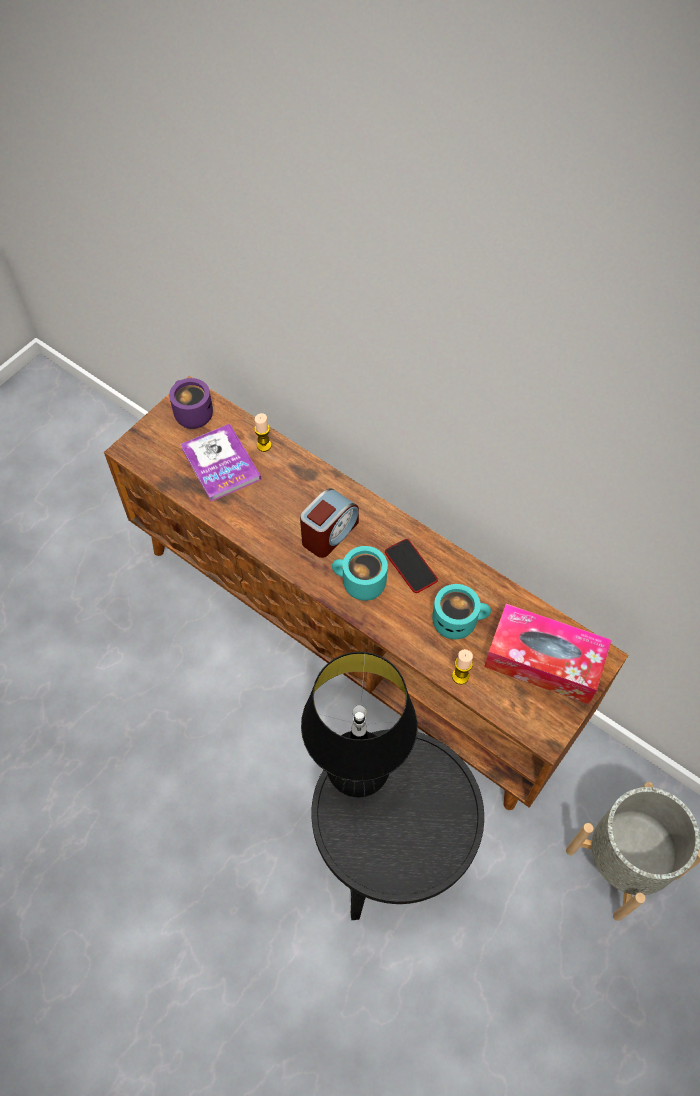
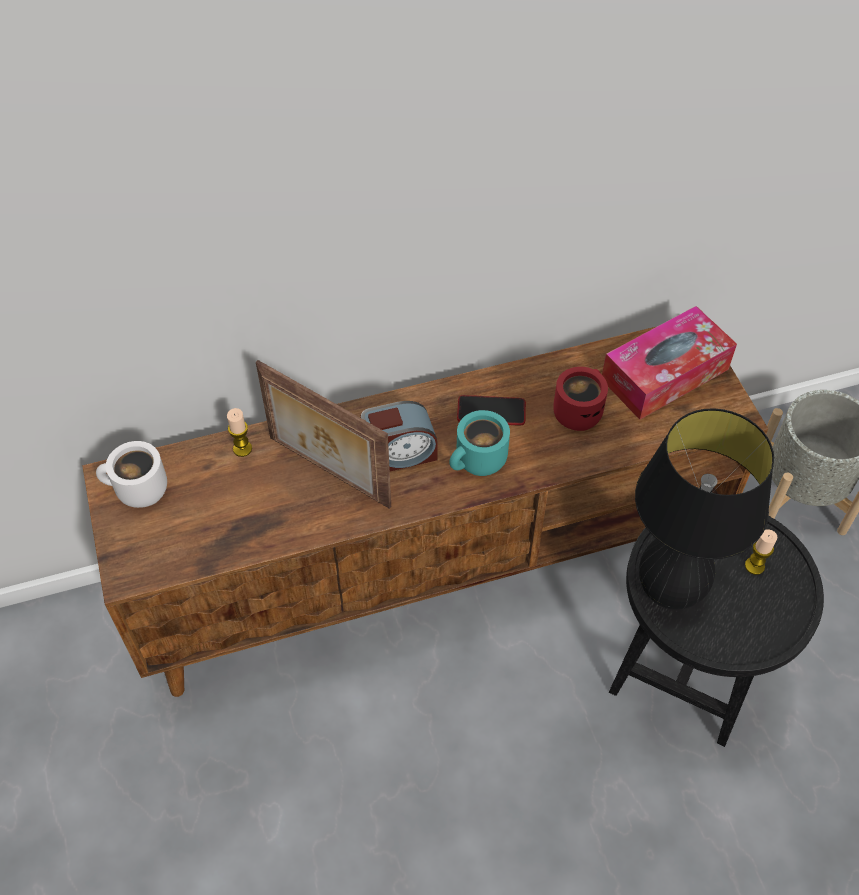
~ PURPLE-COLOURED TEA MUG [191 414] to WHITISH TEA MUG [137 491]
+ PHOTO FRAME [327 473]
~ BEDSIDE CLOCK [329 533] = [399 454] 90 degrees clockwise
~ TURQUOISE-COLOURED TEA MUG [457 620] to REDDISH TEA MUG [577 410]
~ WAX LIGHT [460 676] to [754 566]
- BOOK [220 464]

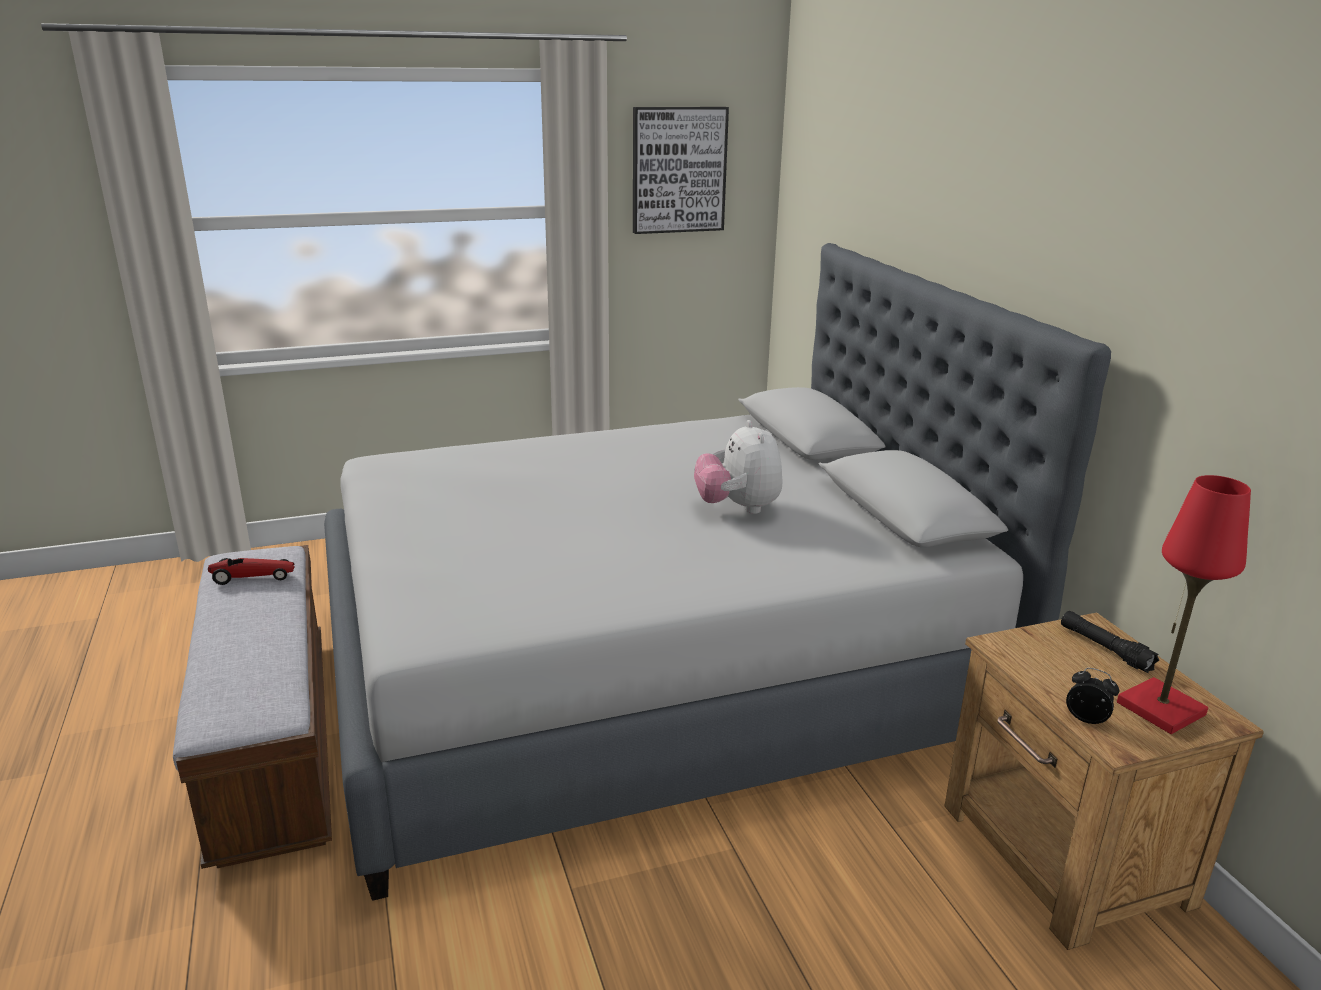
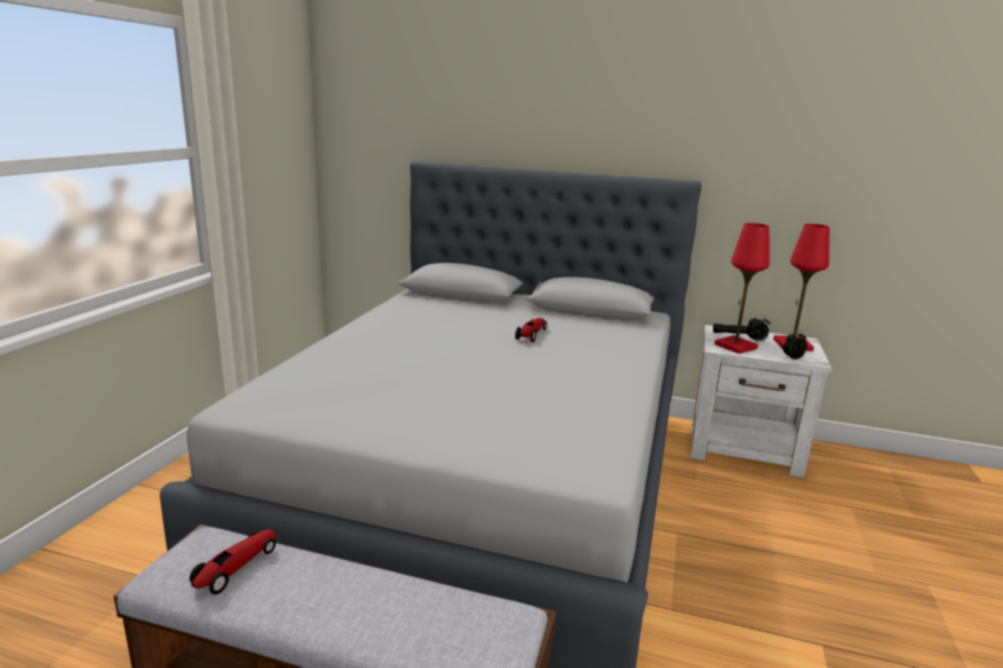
~ PLUSH TOY [738 508] to MODEL CAR [531 335]
~ BROWN BEDSIDE TABLE [1064 857] to WHITISH BEDSIDE TABLE [745 449]
+ REDDISH TABLETOP LAMP [735 346]
+ BEDSIDE CLOCK [756 341]
- WALL PICTURE [678 170]

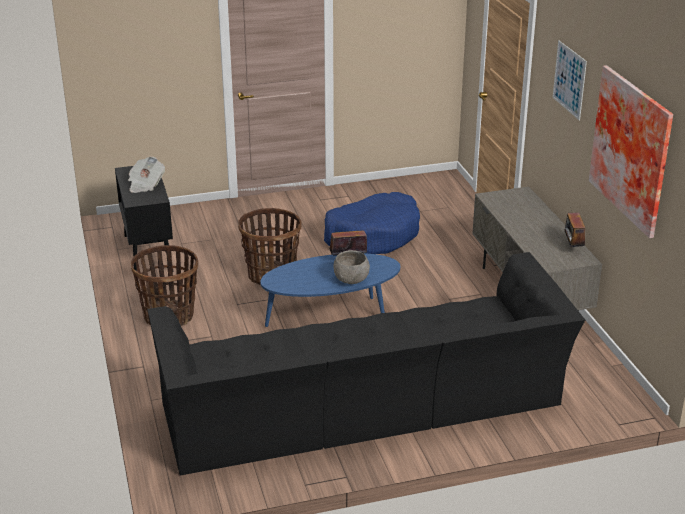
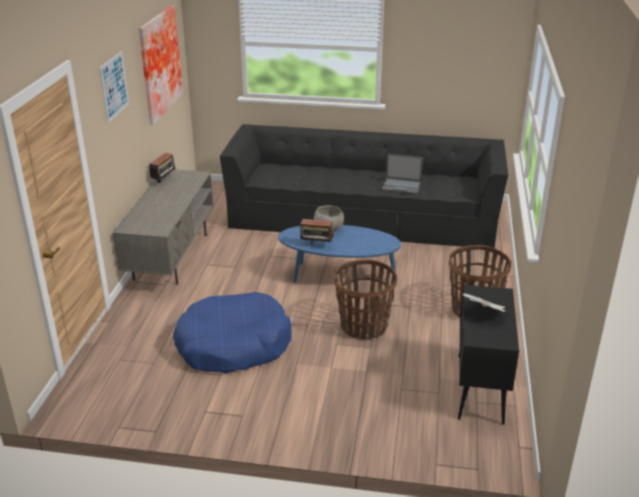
+ PORTABLE COMPUTER [402 186]

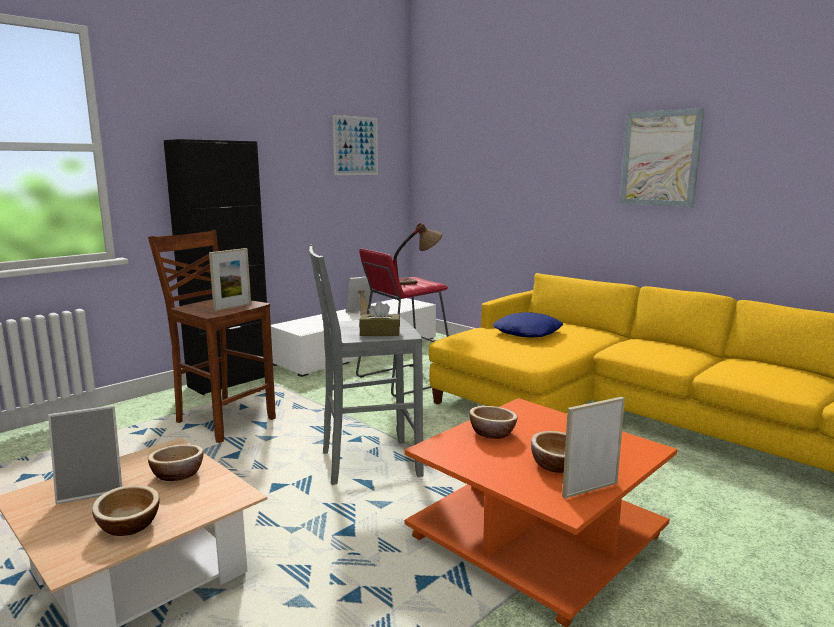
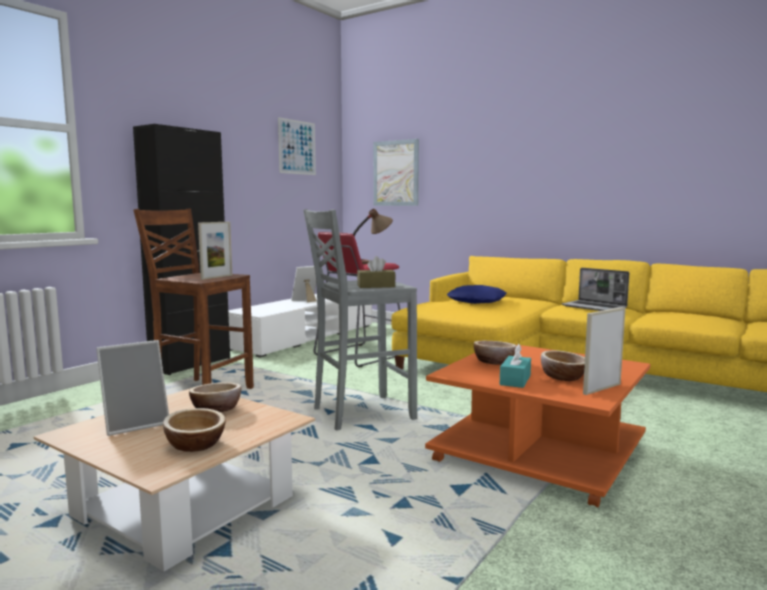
~ WALL PICTURE [660 158] to [396 173]
+ TURQUOISE-COLOURED TISSUE HOLDER [515 380]
+ PORTABLE COMPUTER [595 307]

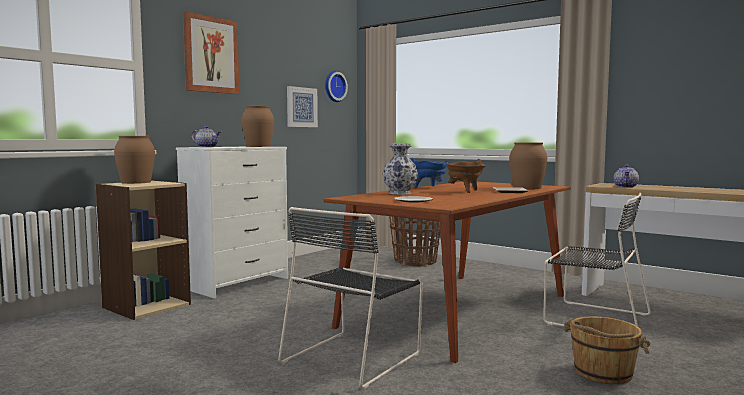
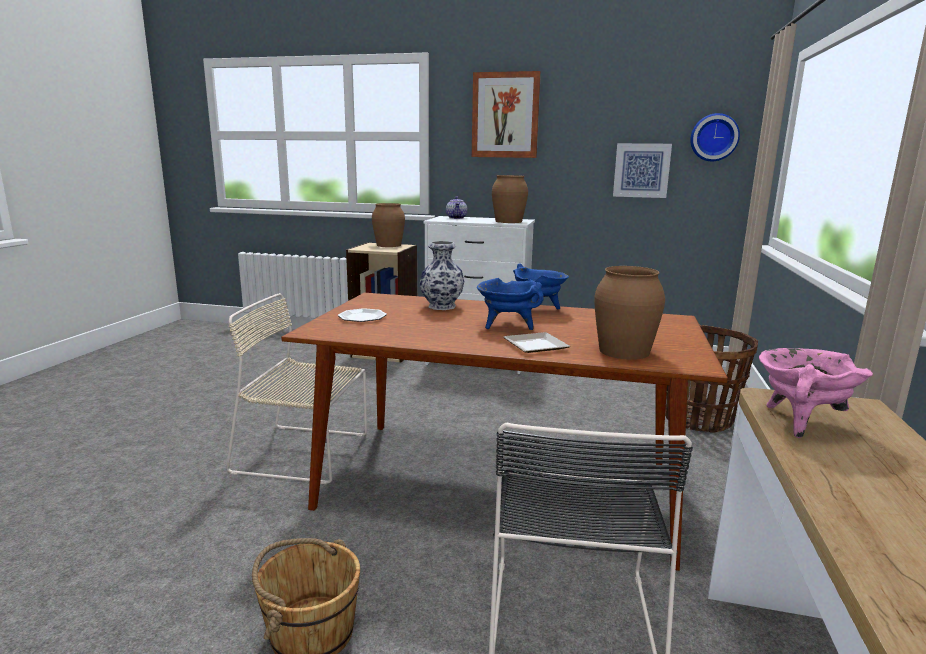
~ BLACK CHAIR [354 356] to SAND-COLOURED CHAIR [306 453]
~ BROWN COOKING POT [464 191] to BLUISH COOKING POT [507 326]
~ TEA POT [626 187] to PINK COOKING POT [800 422]

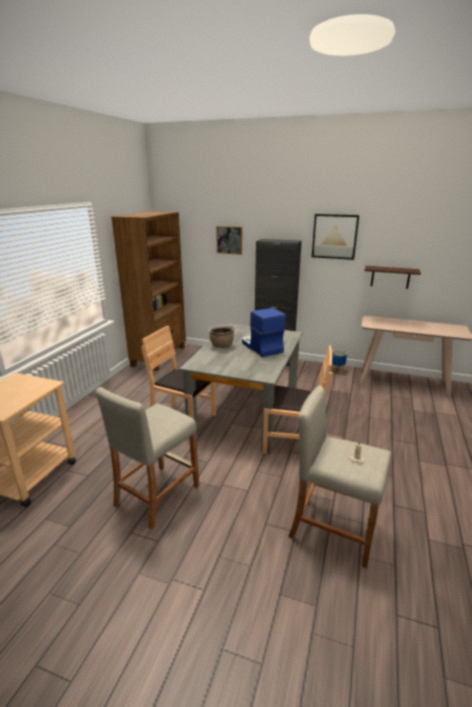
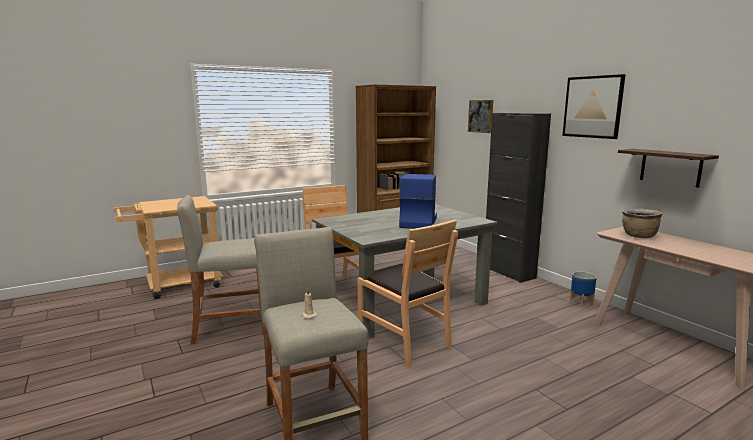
~ BROWN COOKING POT [221 346] to [638 236]

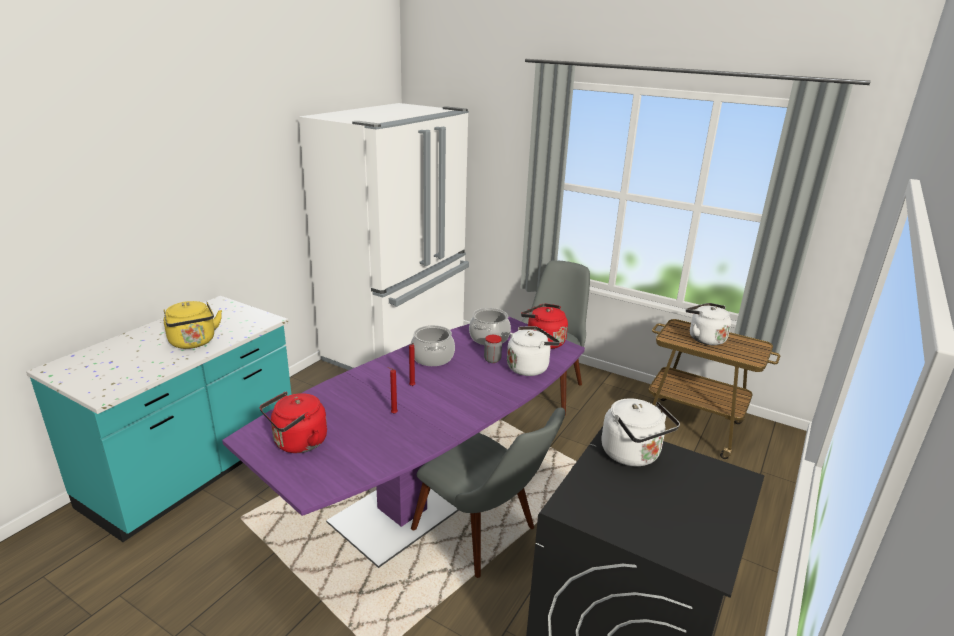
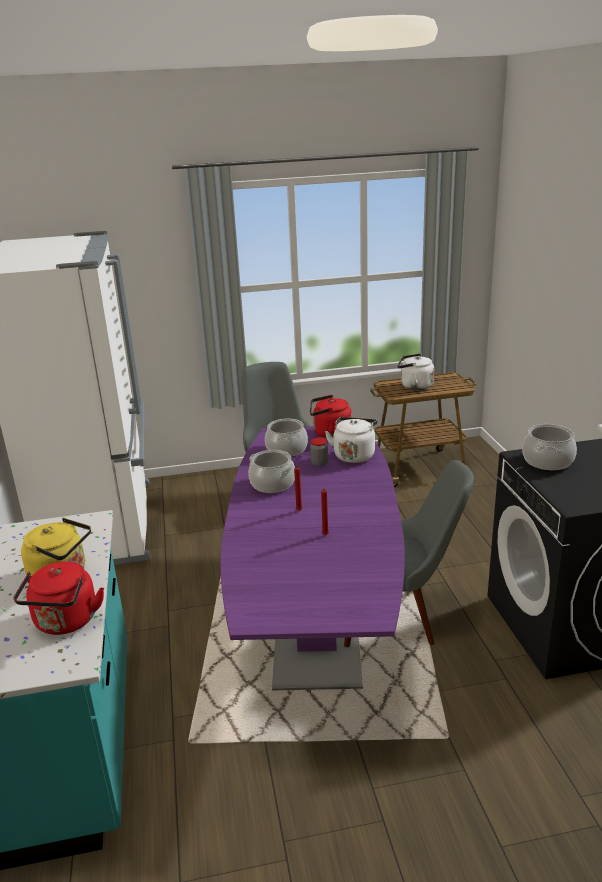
~ REDDISH TEA KETTLE [297 443] to [65 622]
~ WHITISH TEA KETTLE [633 455] to COOKING POT [548 461]

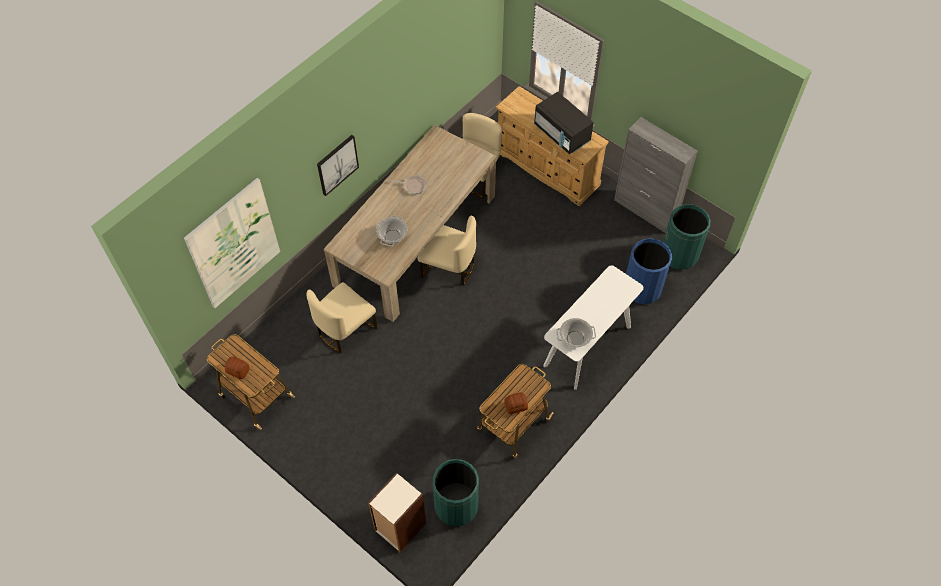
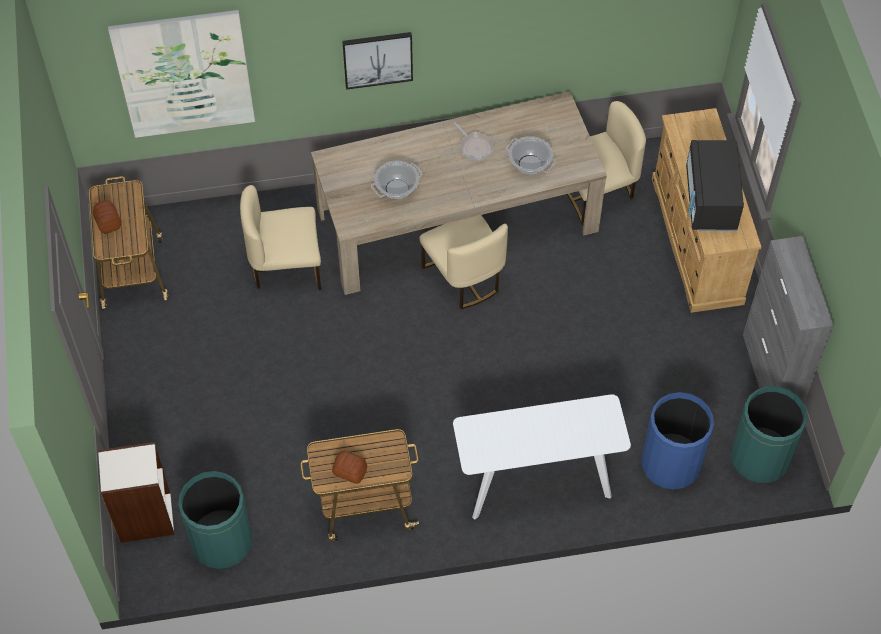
~ COOKING POT [575 339] to [529 164]

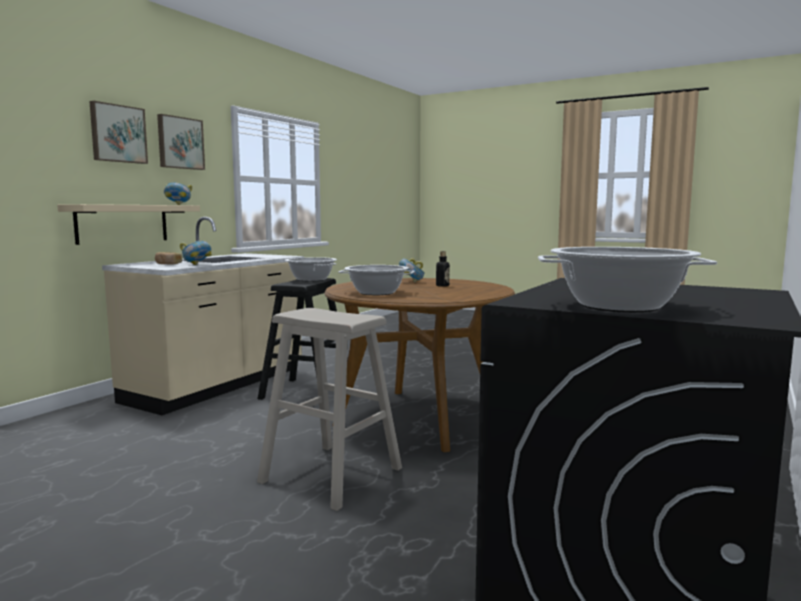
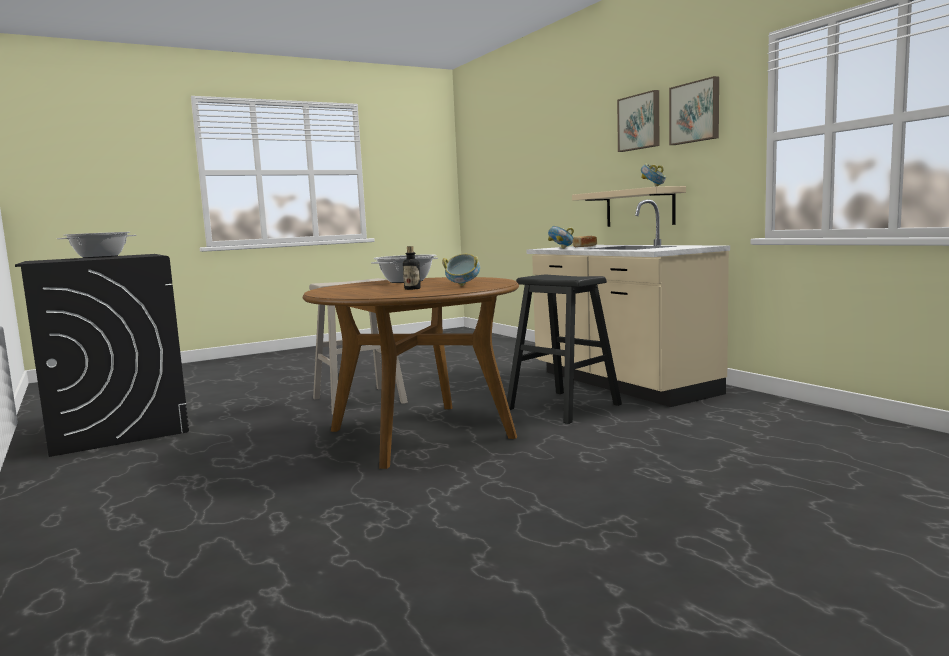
- COOKING POT [311 279]

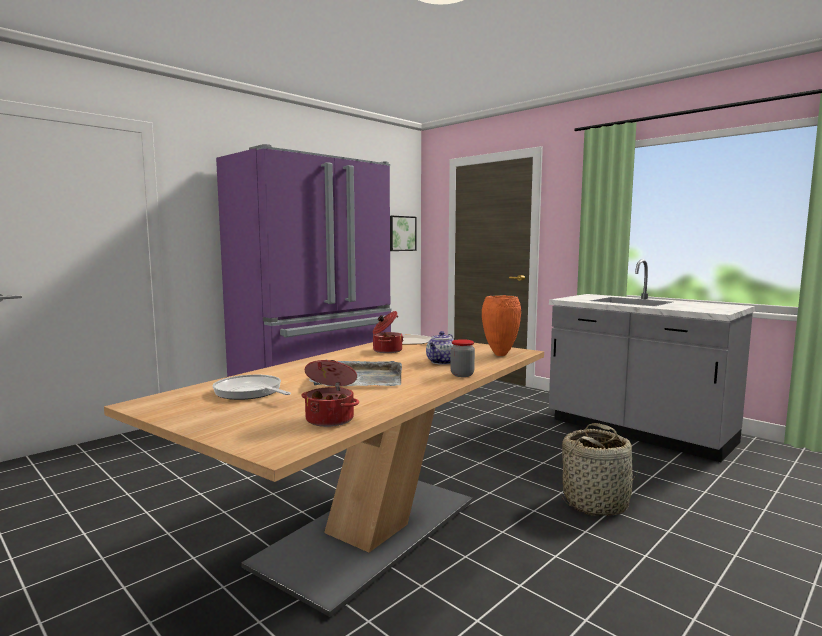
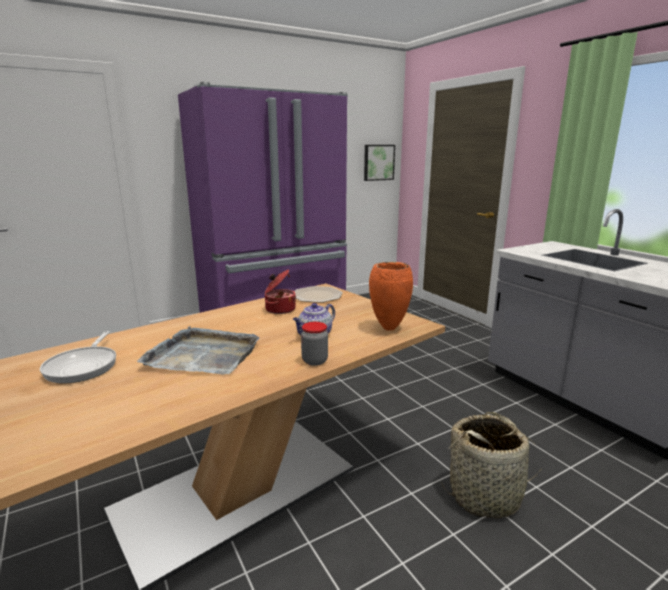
~ SKILLET [250 392] = [83 366] 150 degrees counterclockwise
- COOKING POT [331 419]

